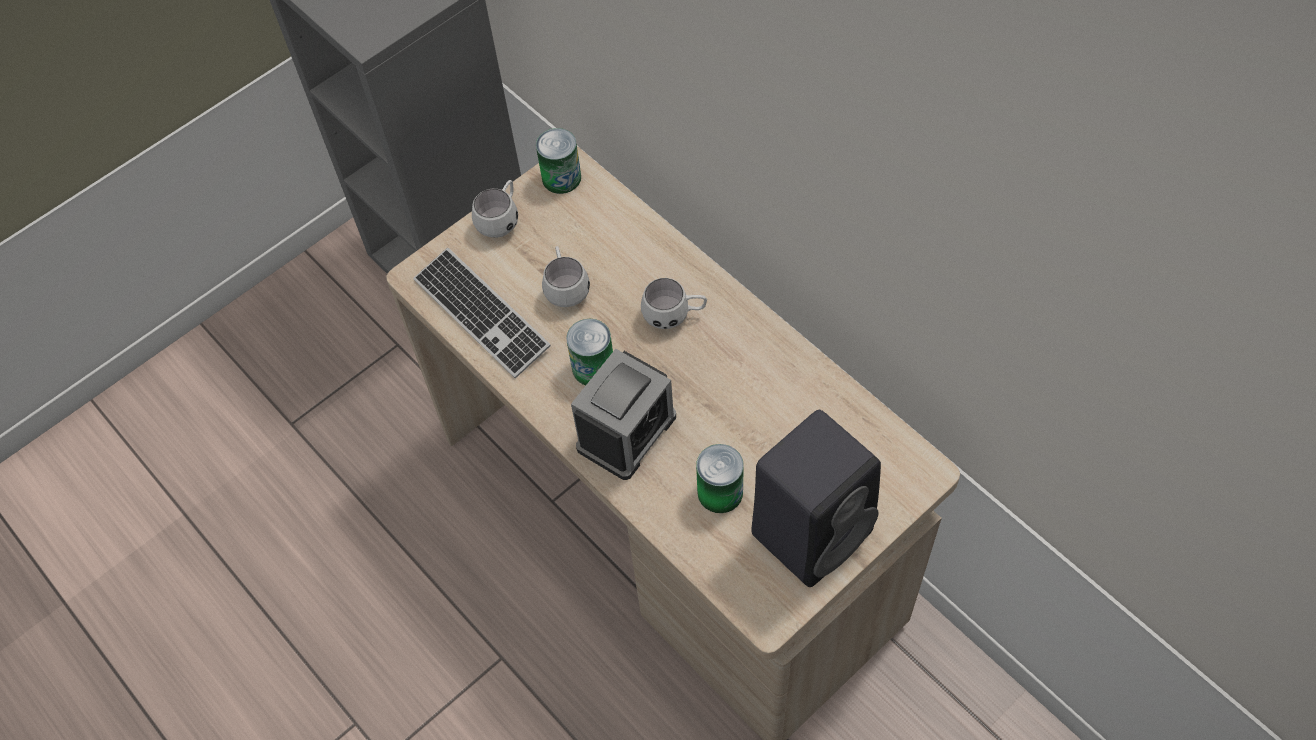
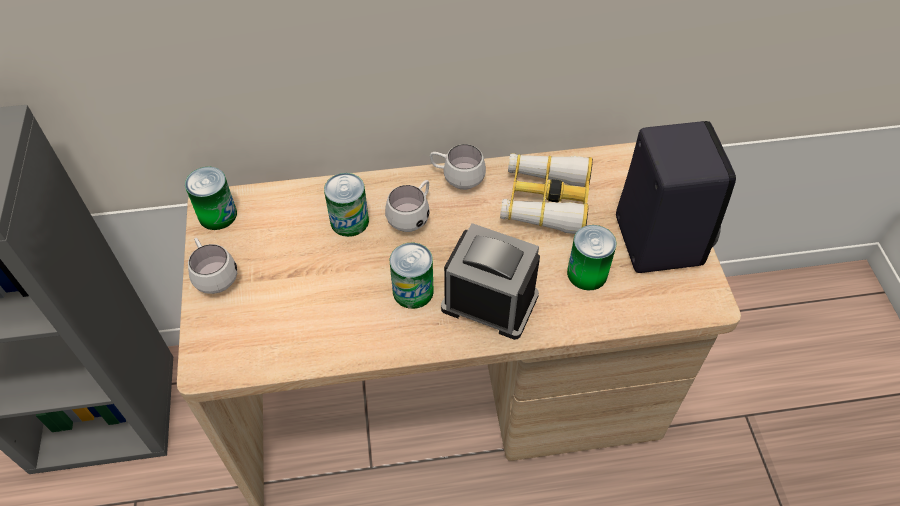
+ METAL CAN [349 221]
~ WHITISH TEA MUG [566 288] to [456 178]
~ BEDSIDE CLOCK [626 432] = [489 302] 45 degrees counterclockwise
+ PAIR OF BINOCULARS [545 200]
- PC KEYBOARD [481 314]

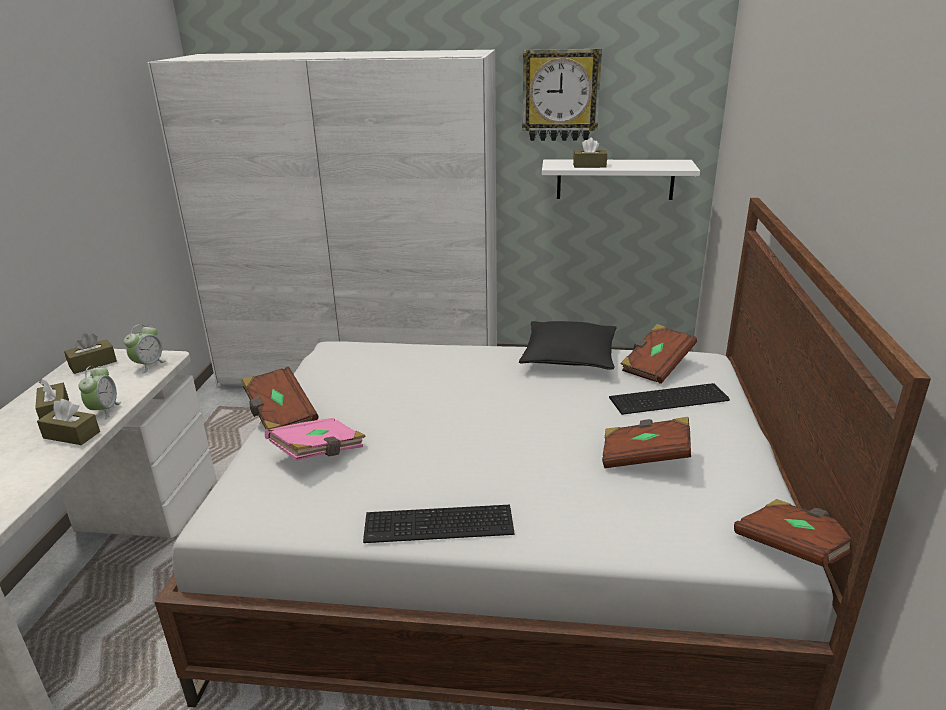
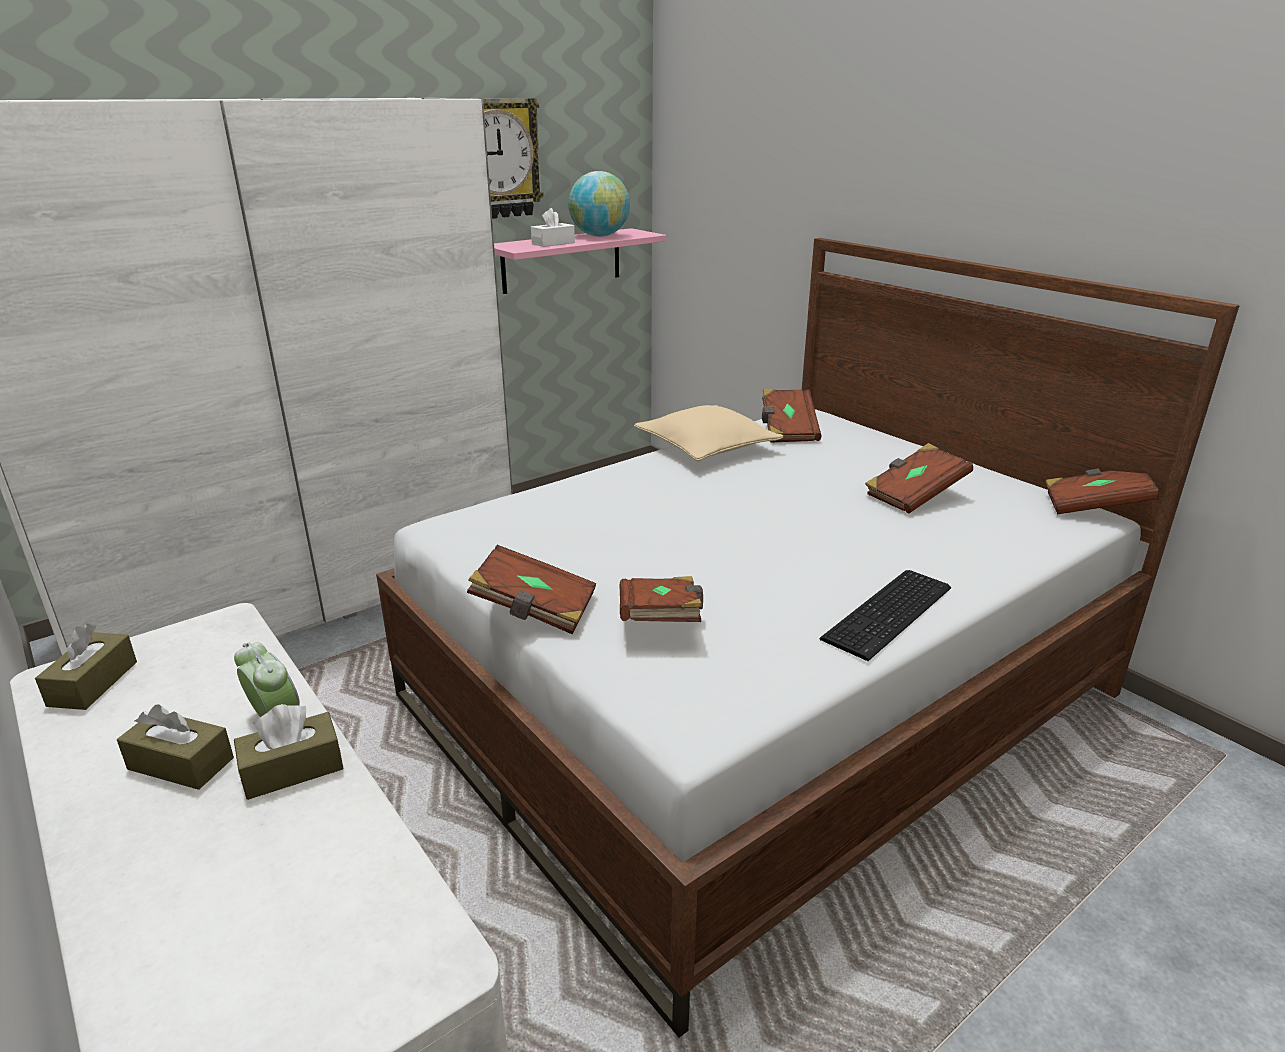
~ WHITISH WALL SHELF [615 179] to PINK WALL SHELF [562 260]
~ BROWN TISSUE HOLDER [589 165] to WHITISH TISSUE HOLDER [553 243]
+ WORLD GLOBE [599 236]
~ PINK BOOK [319 453] to BROWN BOOK [661 620]
~ BLACK PILLOW [569 357] to SAND-COLOURED PILLOW [706 447]
- BEDSIDE CLOCK [149 365]
- PC KEYBOARD [670 400]

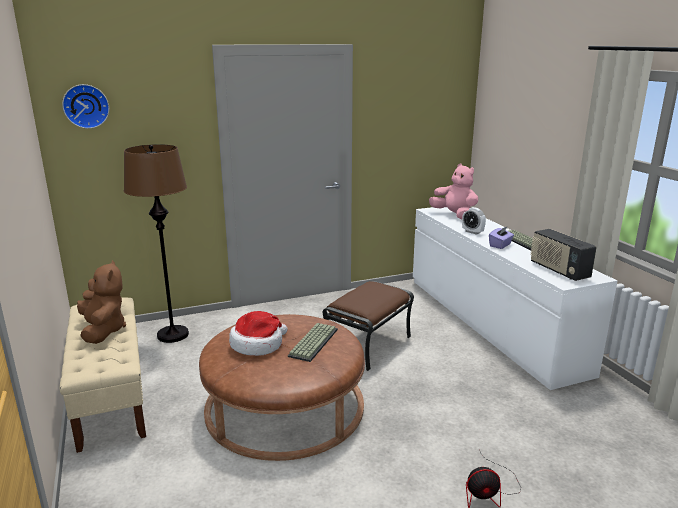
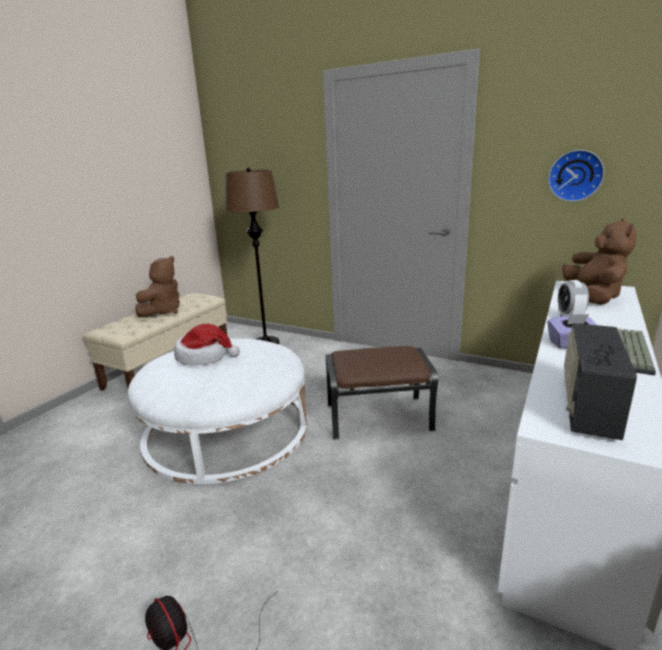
~ BROWN OTTOMAN [284 405] to WHITISH OTTOMAN [227 428]
~ WALL CLOCK [86 106] to [575 175]
~ PINK PLUSH TOY [454 215] to BROWN PLUSH TOY [593 297]
- PC KEYBOARD [312 342]

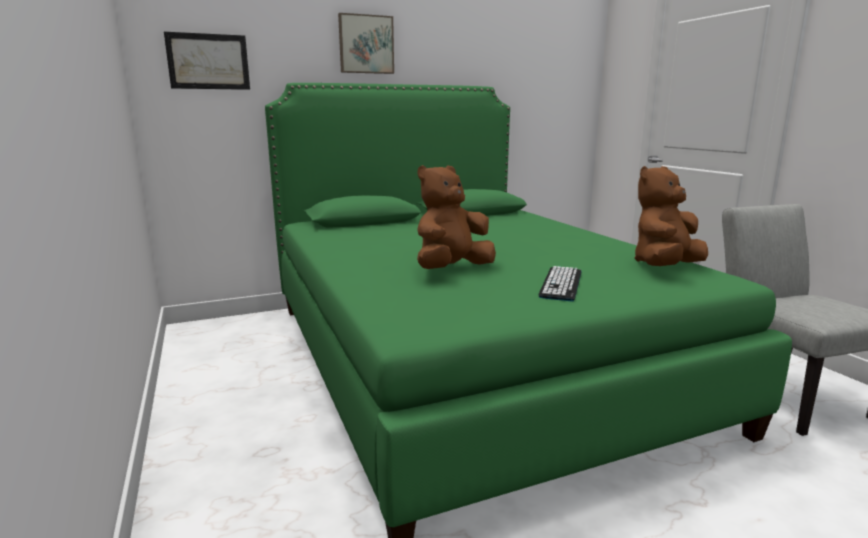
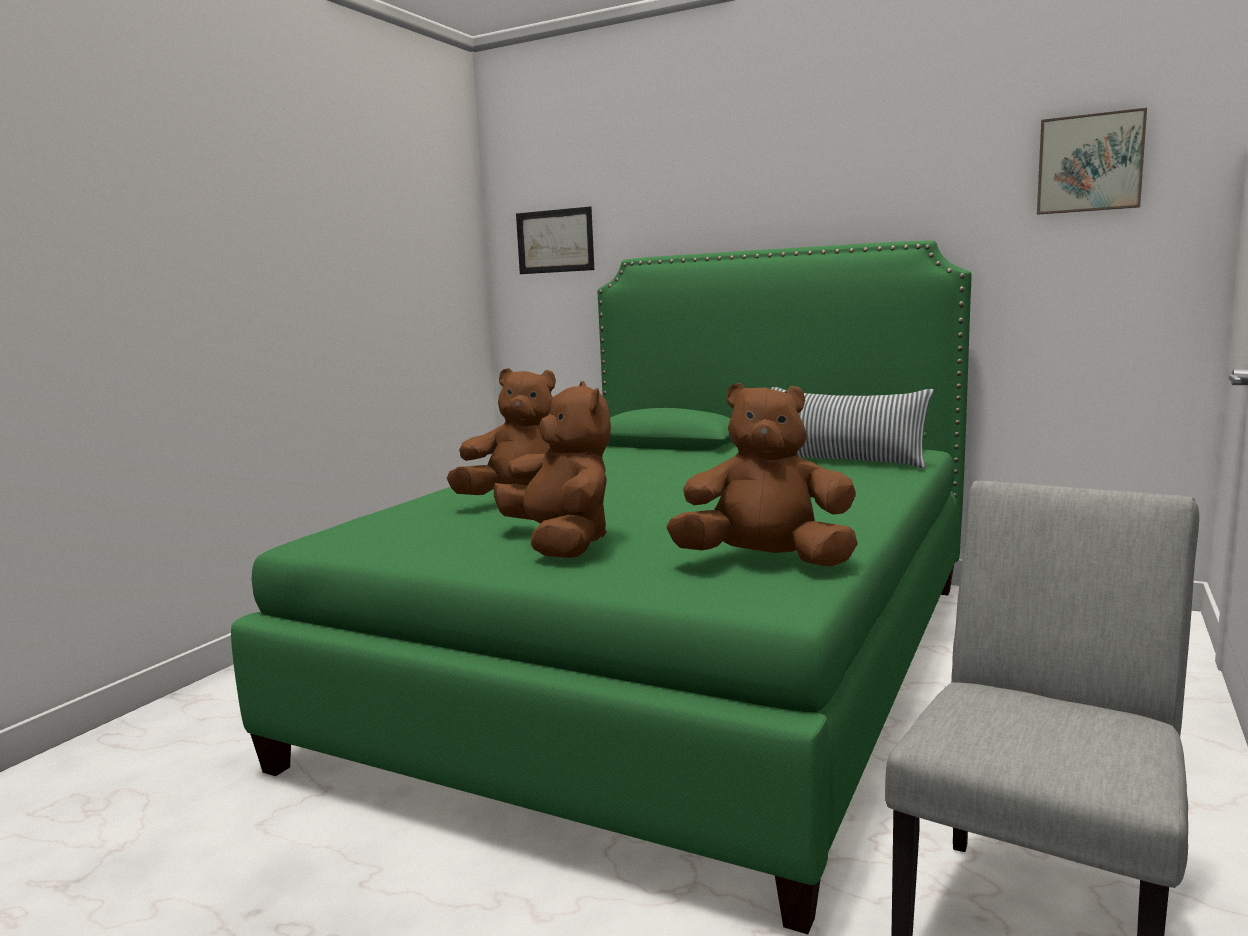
~ PC KEYBOARD [561 284] to BROWN PLUSH TOY [561 544]
+ PILLOW [844 462]
~ WALL PICTURE [366 44] to [1090 163]

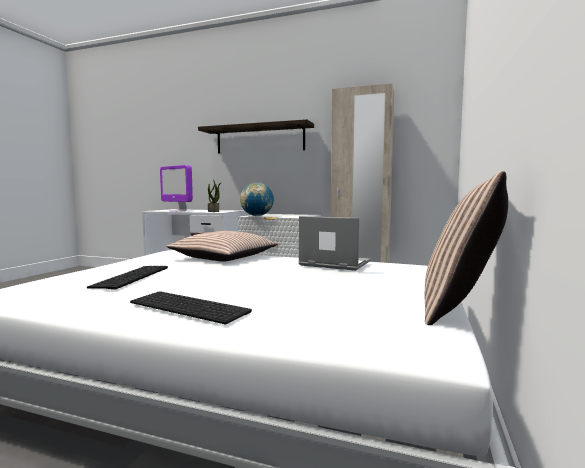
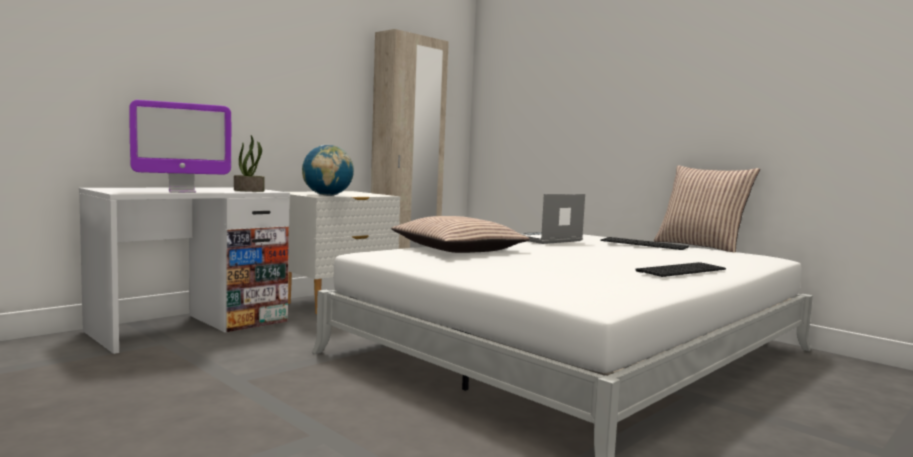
~ PC KEYBOARD [133 277] to [644 244]
- WALL SHELF [259 139]

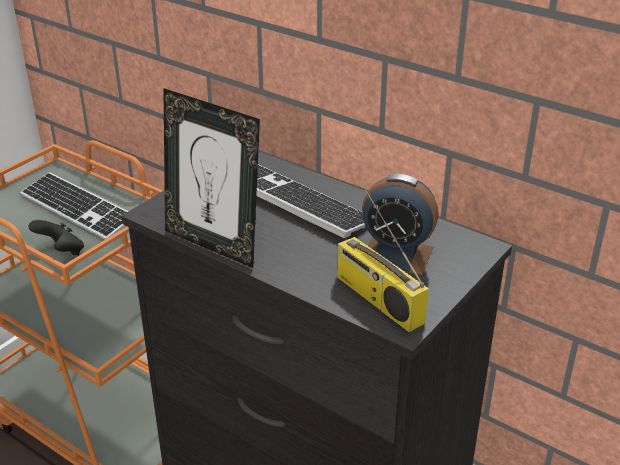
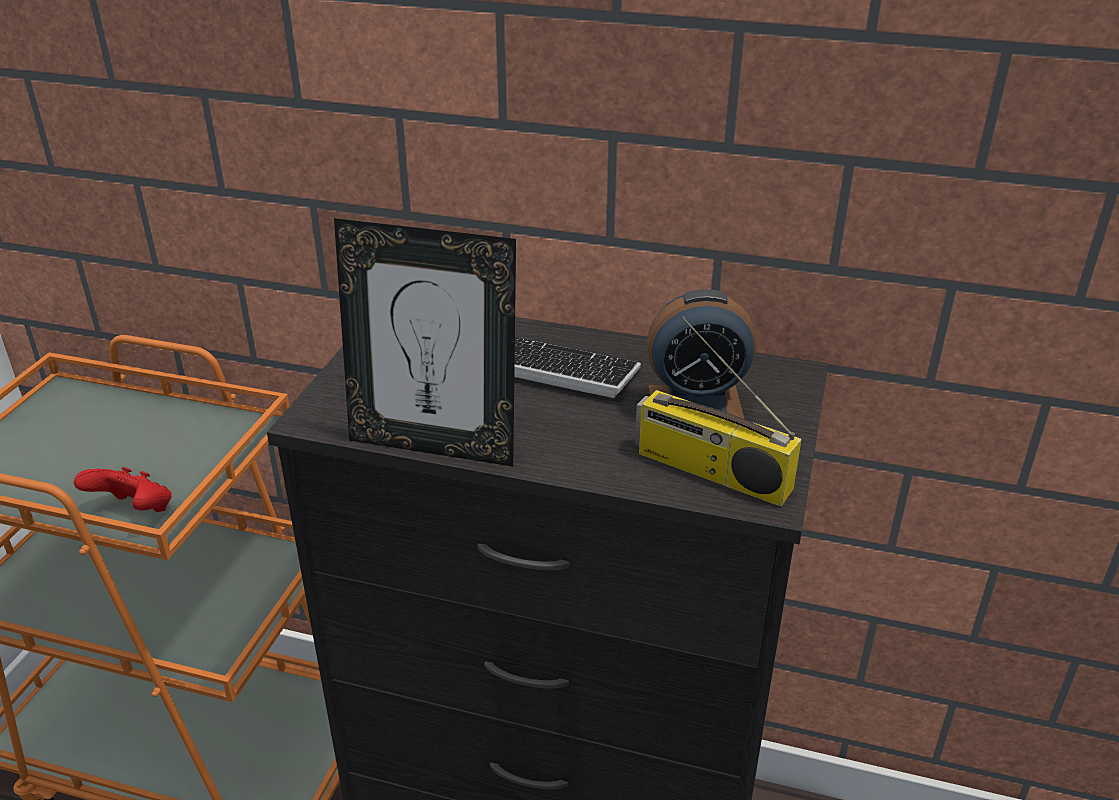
~ BLACK GAMEPAD [61 252] to REDDISH GAMEPAD [135 511]
- PC KEYBOARD [77 208]

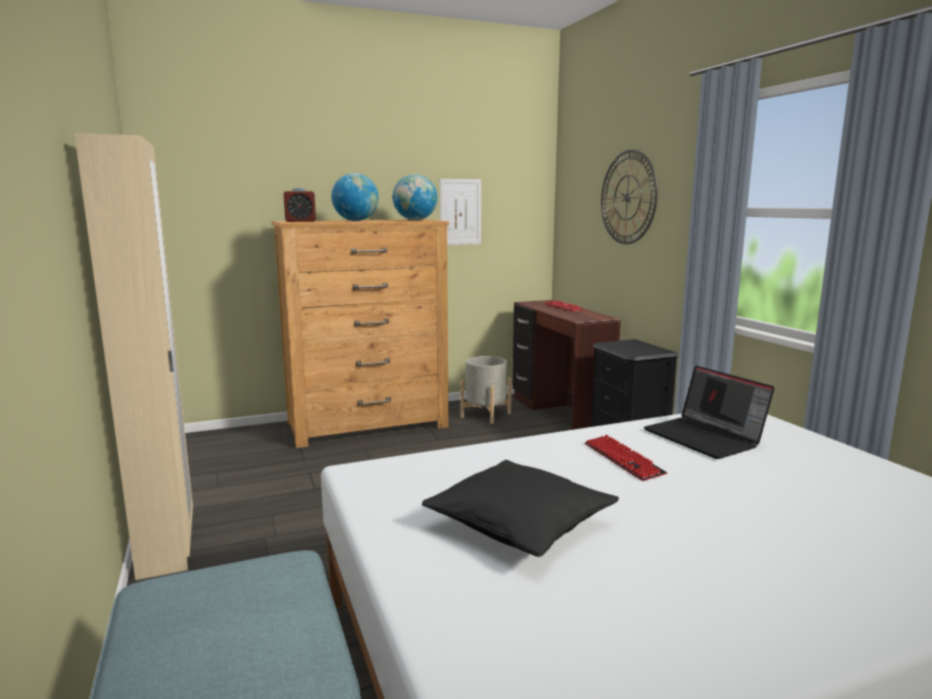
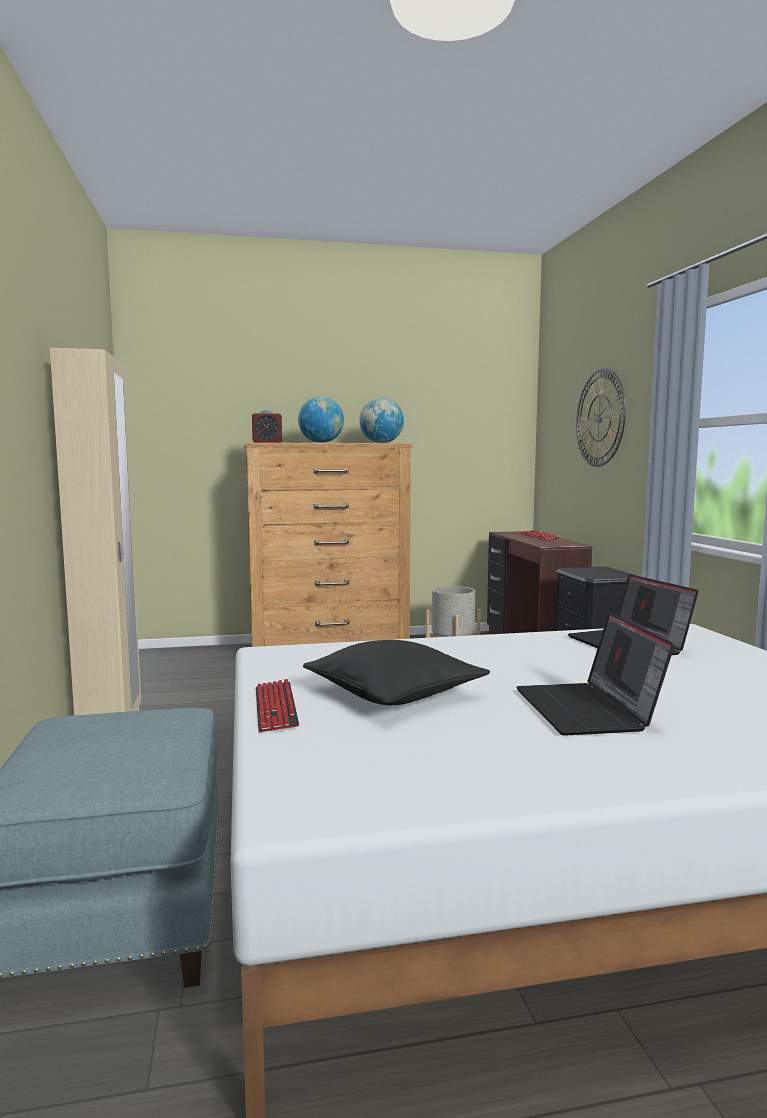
~ PC KEYBOARD [623 459] to [275 708]
+ PORTABLE COMPUTER [589 710]
- WALL PICTURE [460 212]

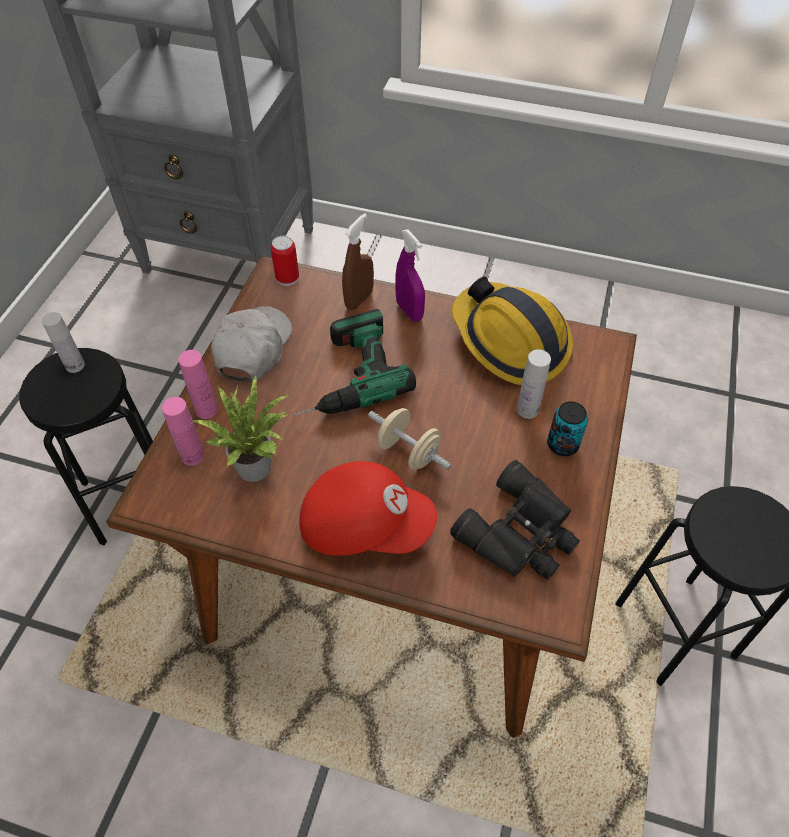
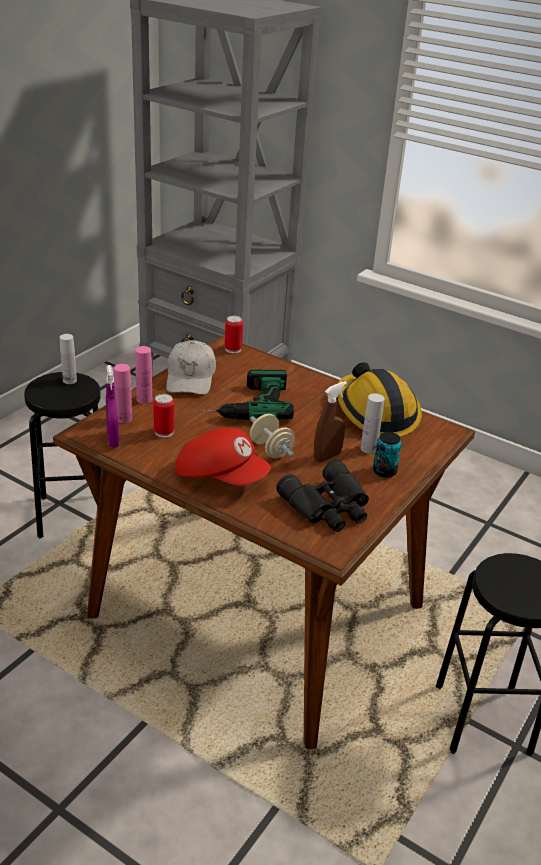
~ PURPLE-COLOURED SPRAY BOTTLE [409 311] to [113 440]
~ HOUSEPLANT [256 464] to METAL CAN [164 432]
~ WHITISH CAP [253 349] = [191 378] 150 degrees clockwise
~ BROWN SPRAY BOTTLE [359 299] to [327 456]

